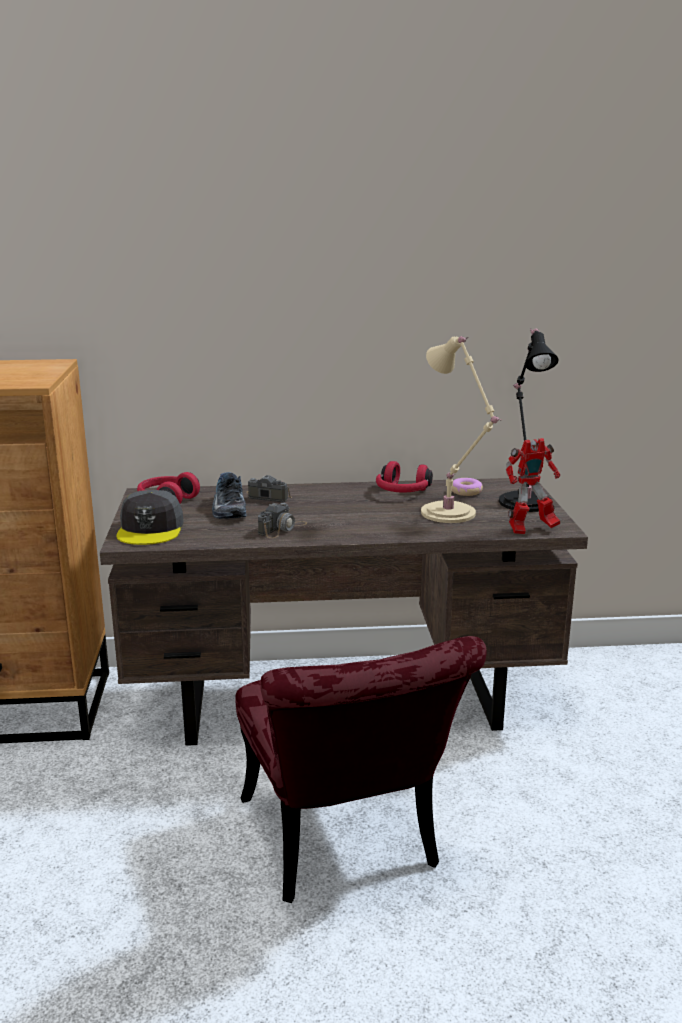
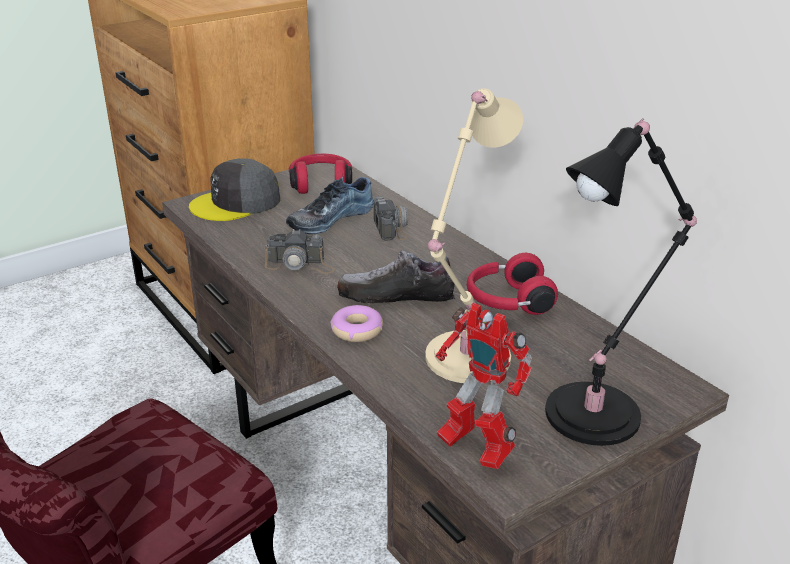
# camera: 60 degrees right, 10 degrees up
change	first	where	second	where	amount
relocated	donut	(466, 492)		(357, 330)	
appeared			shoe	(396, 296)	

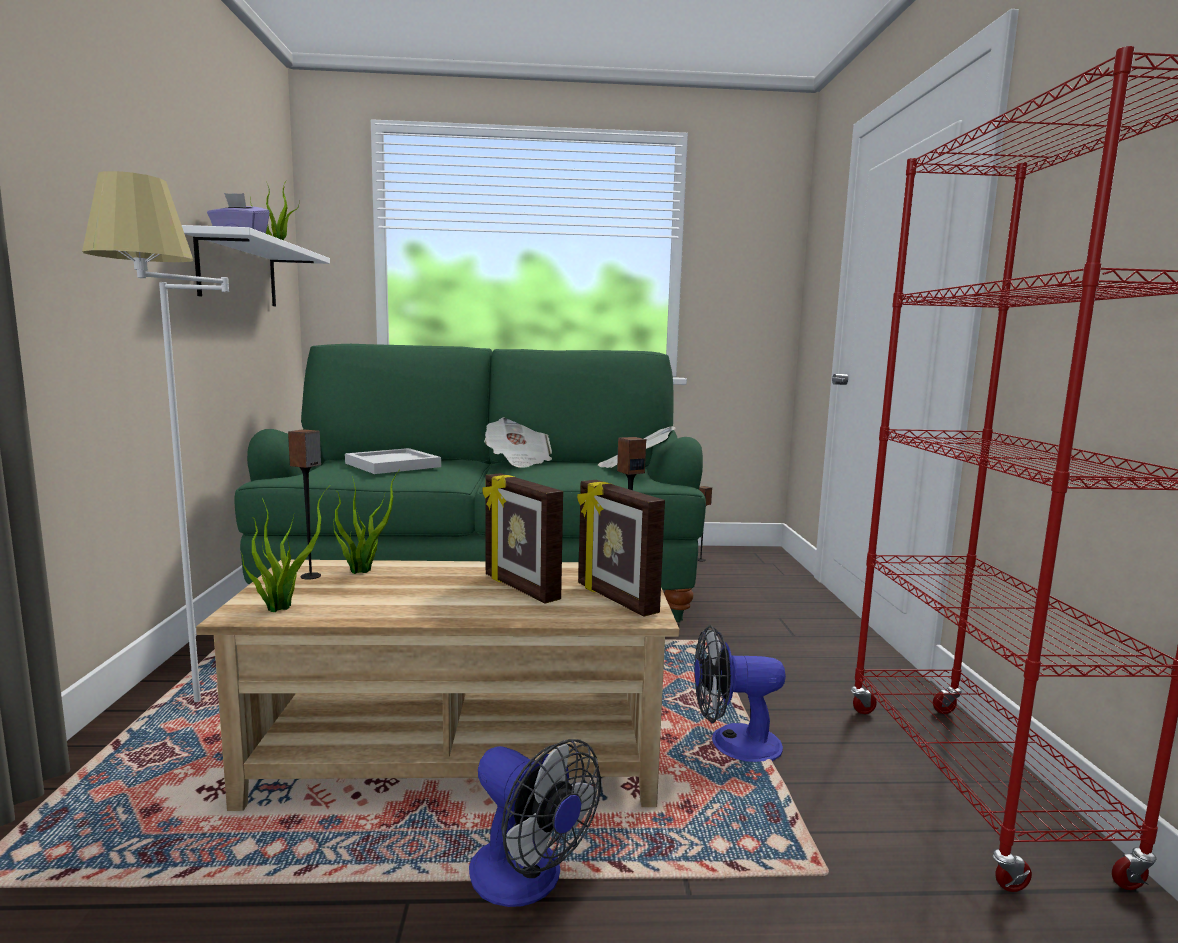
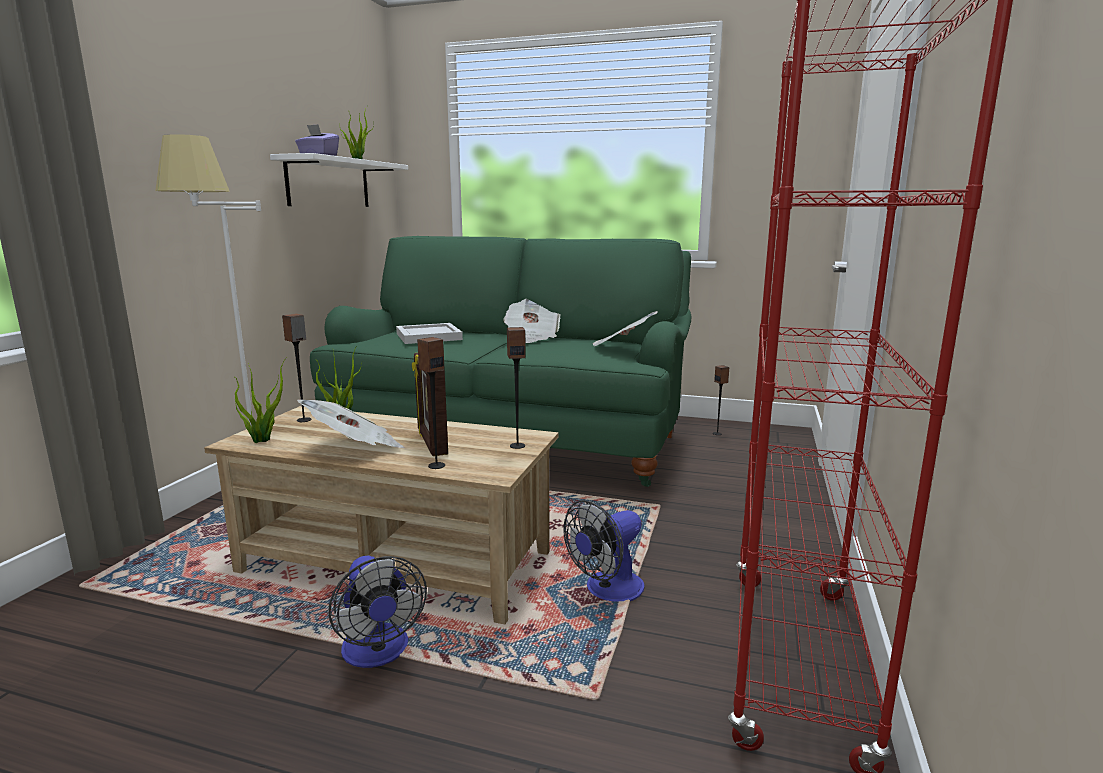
# camera: 20 degrees right, 5 degrees up
change	first	where	second	where	amount
appeared			newspaper	(355, 448)	
appeared			audio speaker	(436, 465)	
spun	cooling fan	(732, 744)		(607, 590)	60 degrees counterclockwise
missing	picture frame	(615, 599)			

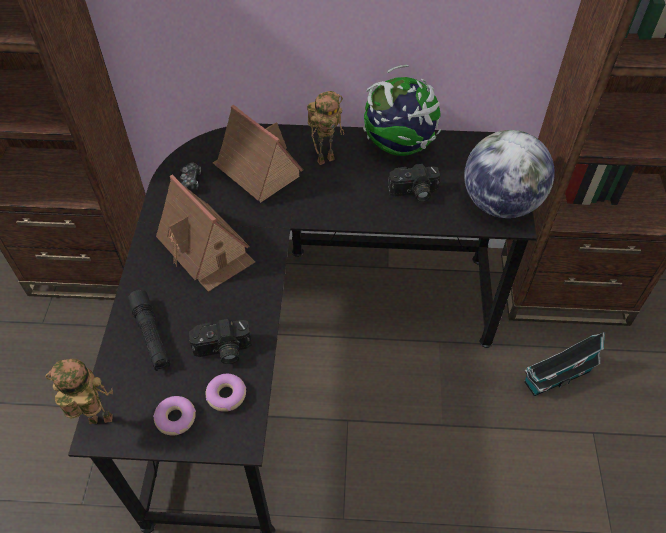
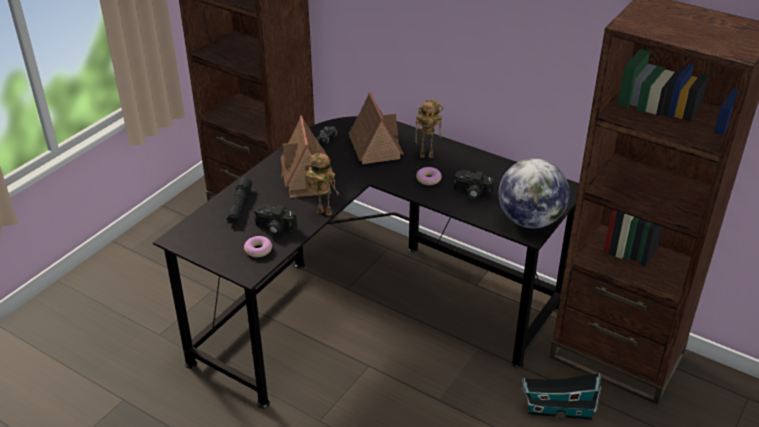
# camera: 30 degrees right, 15 degrees down
change	first	where	second	where	amount
relocated	model robot	(99, 422)		(322, 213)	
relocated	donut	(176, 418)		(428, 179)	
missing	globe	(399, 146)			

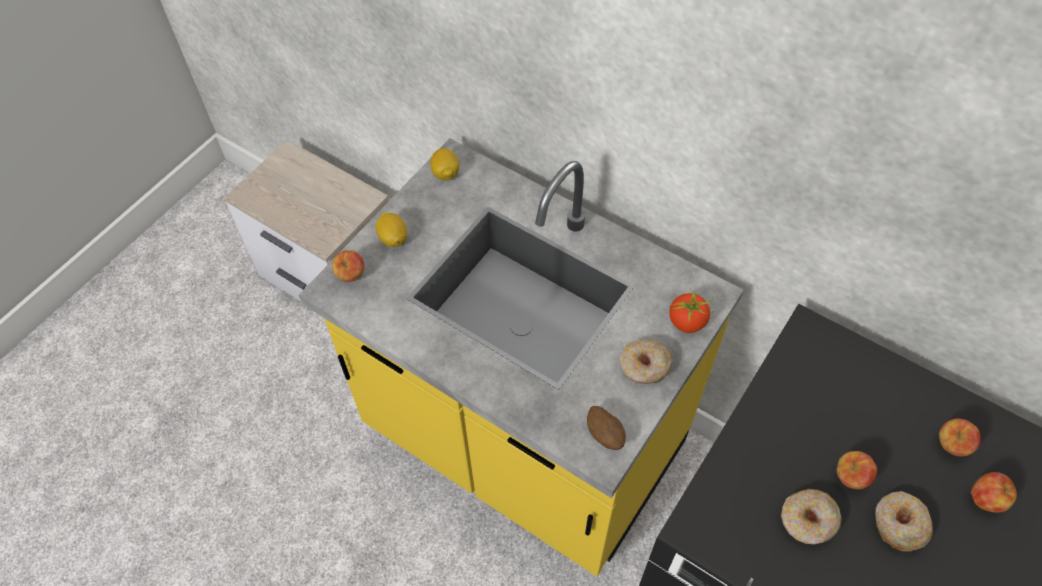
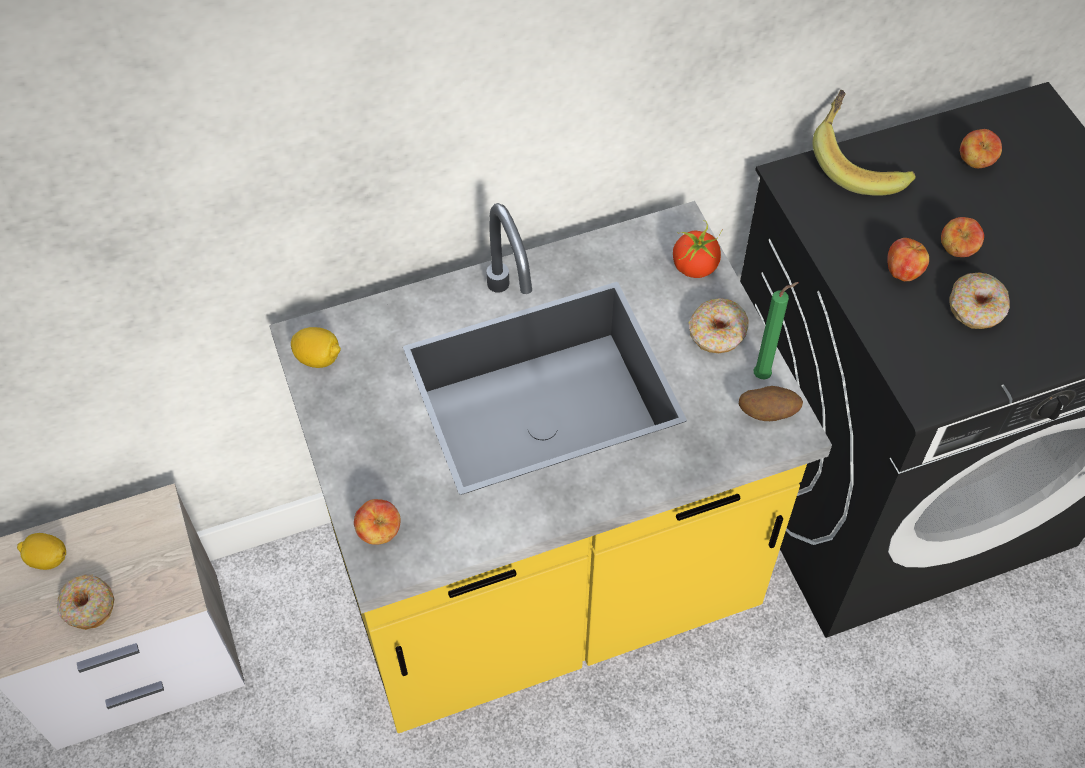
# camera: 55 degrees left, 0 degrees up
change	first	where	second	where	amount
relocated	whole lemon	(393, 238)		(48, 559)	
relocated	donut	(898, 524)		(88, 606)	
appeared			greenish wax light	(764, 375)	
appeared			banana	(858, 162)	
relocated	apple	(985, 499)		(902, 272)	

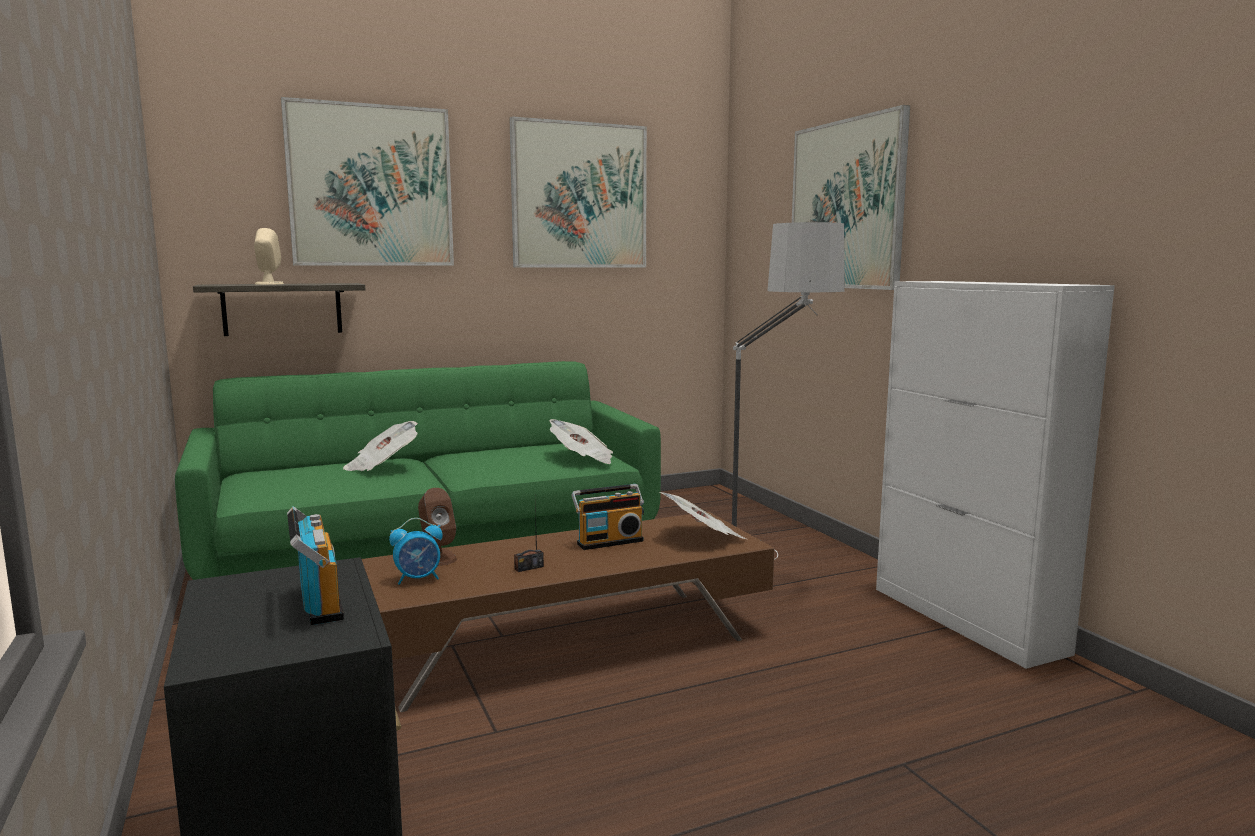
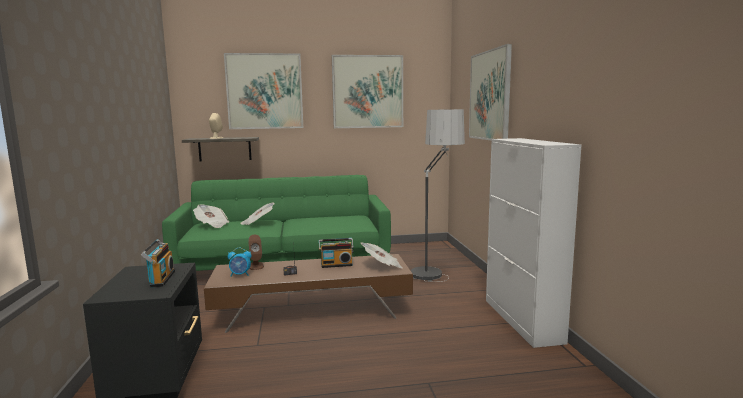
# camera: 15 degrees right, 0 degrees up
change	first	where	second	where	amount
relocated	newspaper	(582, 459)		(212, 225)	

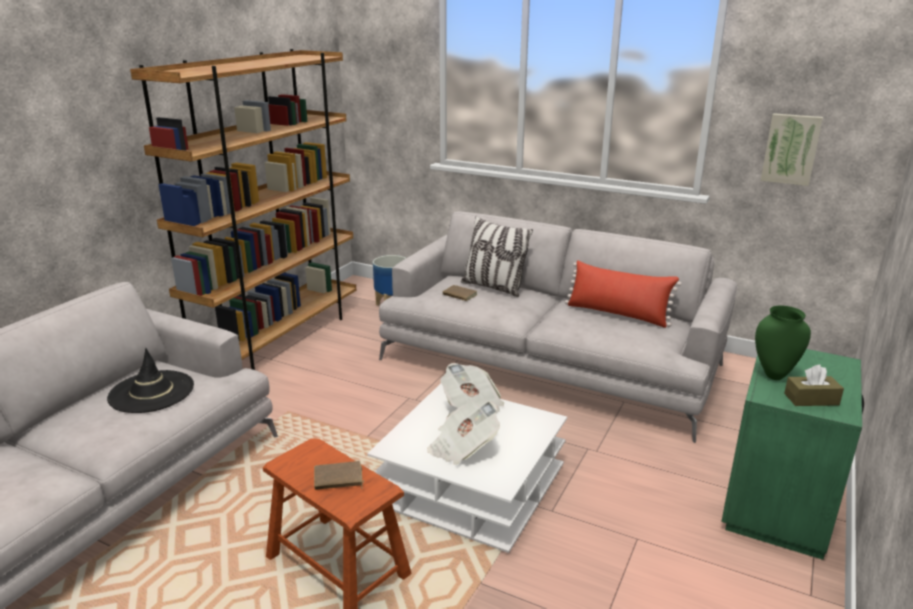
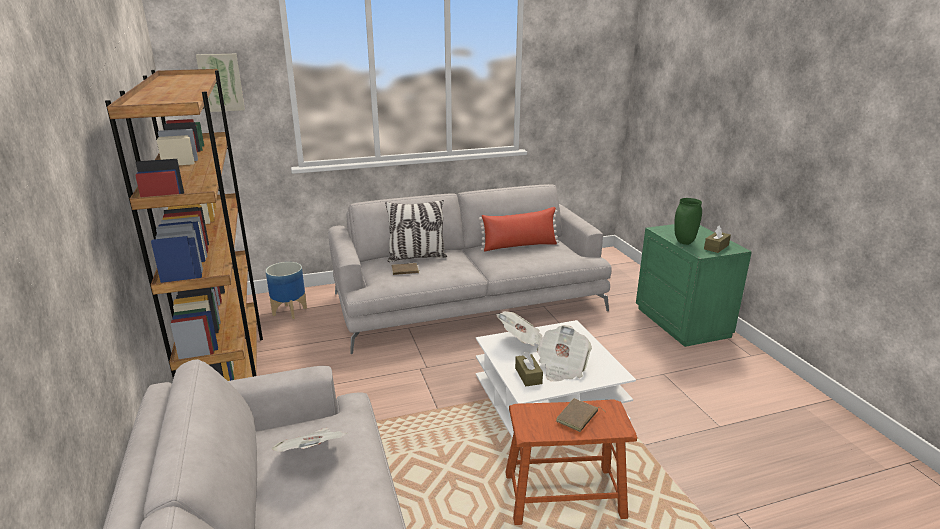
# camera: 45 degrees left, 0 degrees up
change	first	where	second	where	amount
relocated	picture	(791, 149)		(221, 82)	
exchanged	blackish hat	(151, 392)	newspaper	(313, 454)	
appeared			brownish tissue holder	(528, 376)	

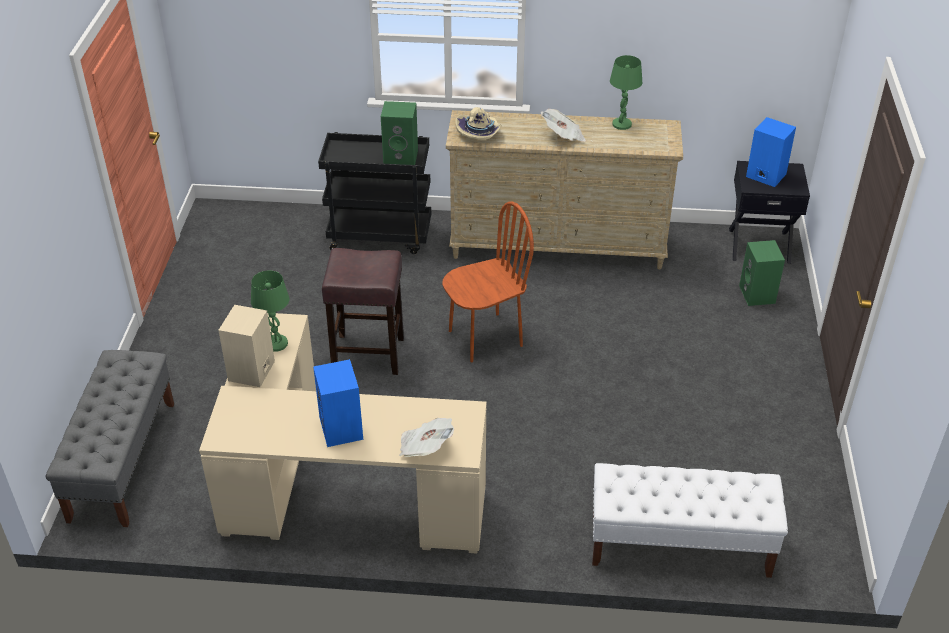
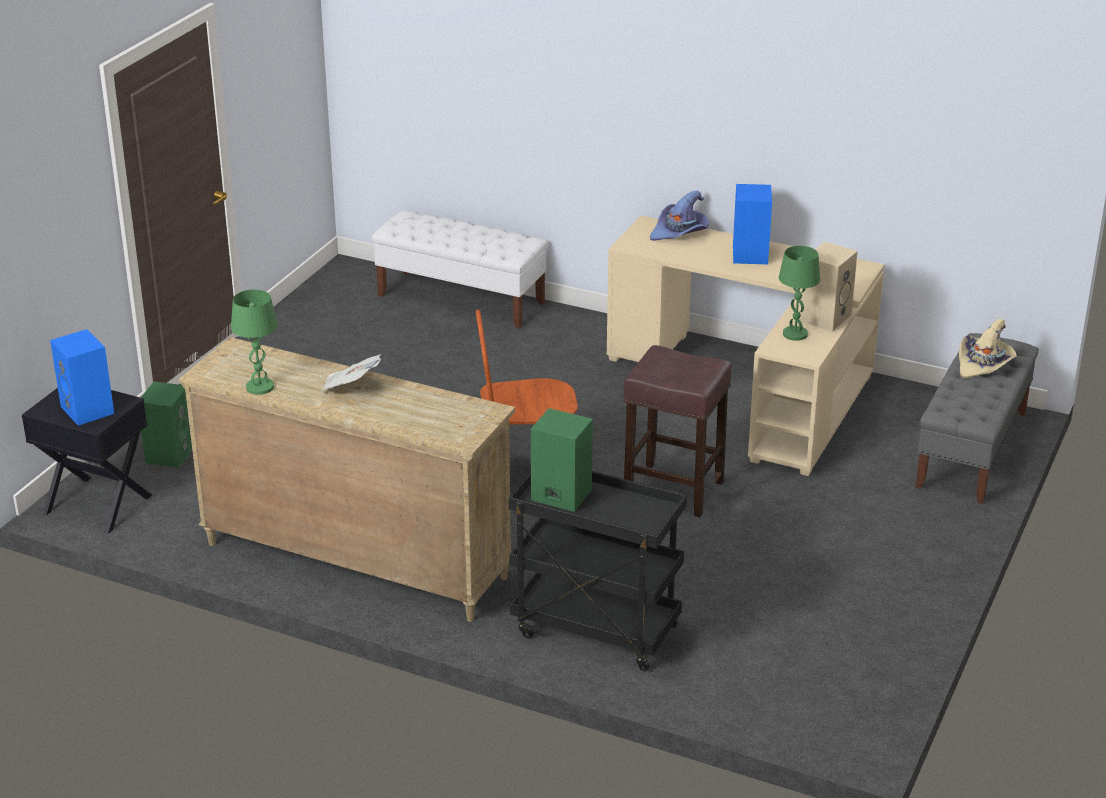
# camera: 160 degrees left, 10 degrees down
change	first	where	second	where	amount
exchanged	newspaper	(425, 447)	purplish hat	(680, 232)	
relocated	beige-coloured hat	(479, 133)		(984, 364)	

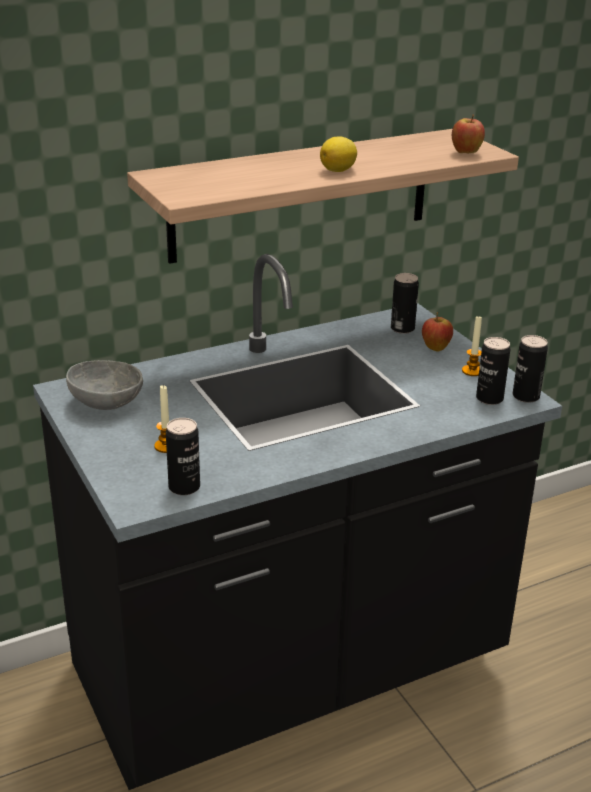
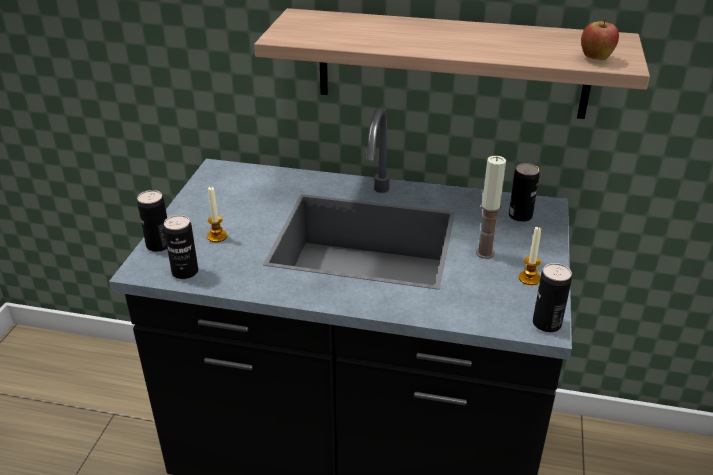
# camera: 40 degrees right, 5 degrees up
change	first	where	second	where	amount
relocated	sealed can	(489, 398)		(159, 245)	
appeared			wax light	(485, 253)	
missing	greyish serving bowl	(106, 401)			
missing	whole lemon	(338, 170)			
missing	apple	(435, 348)			

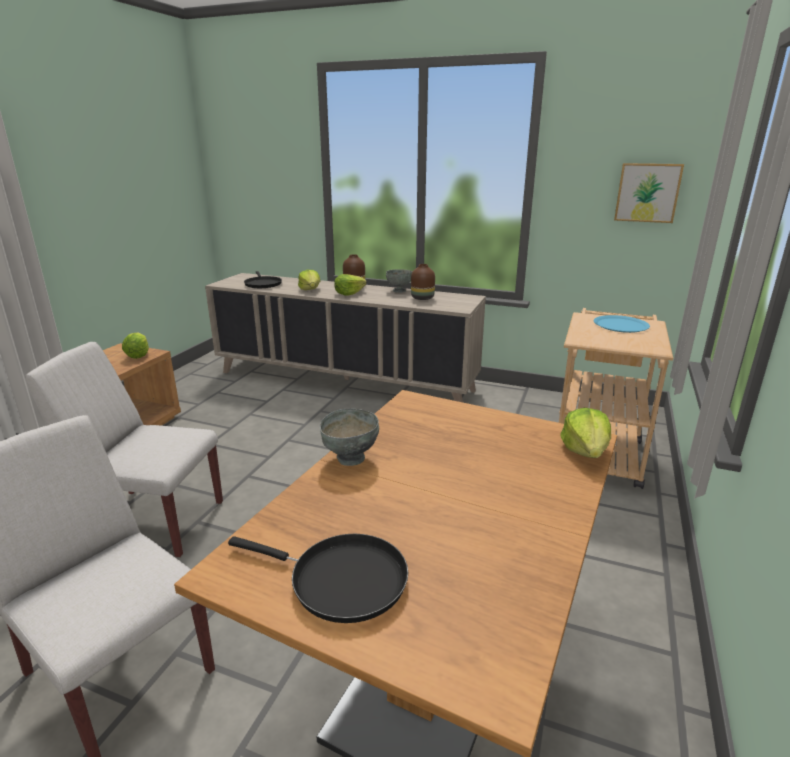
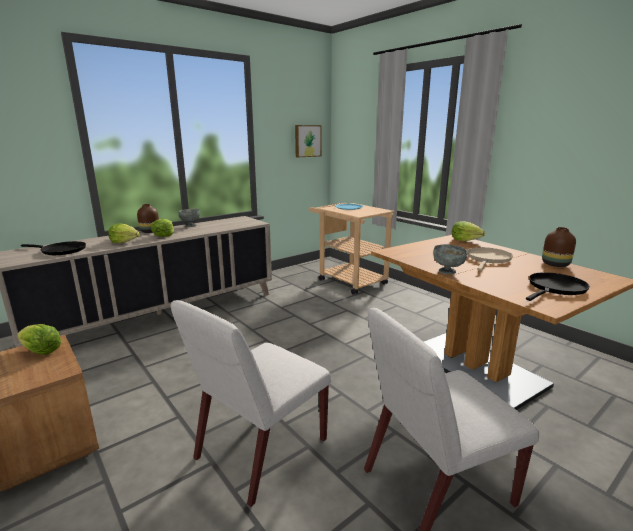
# camera: 60 degrees left, 5 degrees down
change	first	where	second	where	amount
appeared			beige-coloured pan	(488, 259)	
relocated	brownish flower vase	(422, 298)		(556, 264)	

